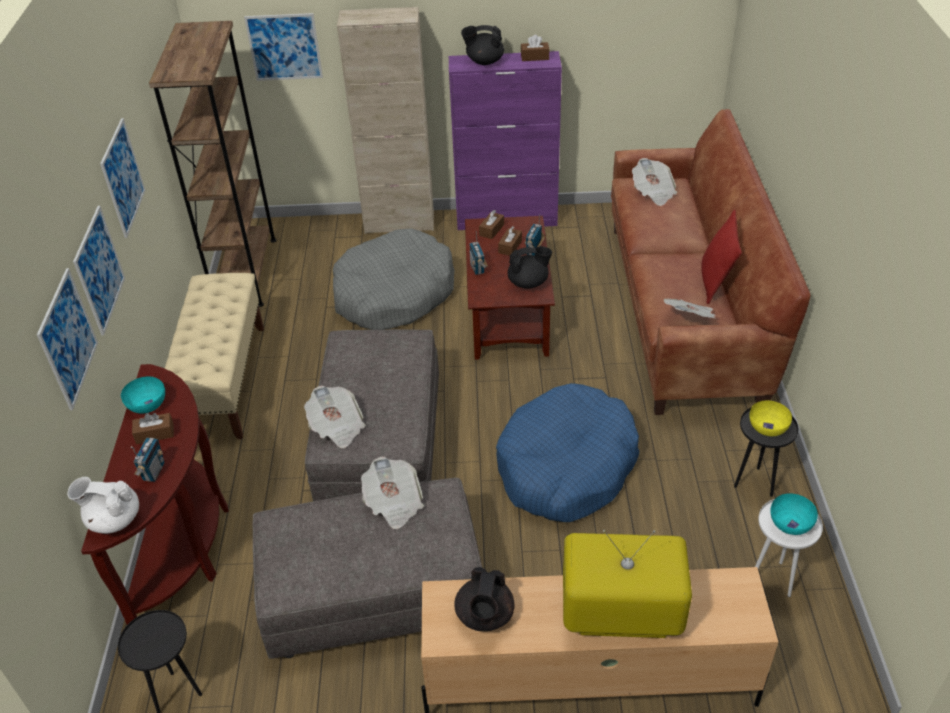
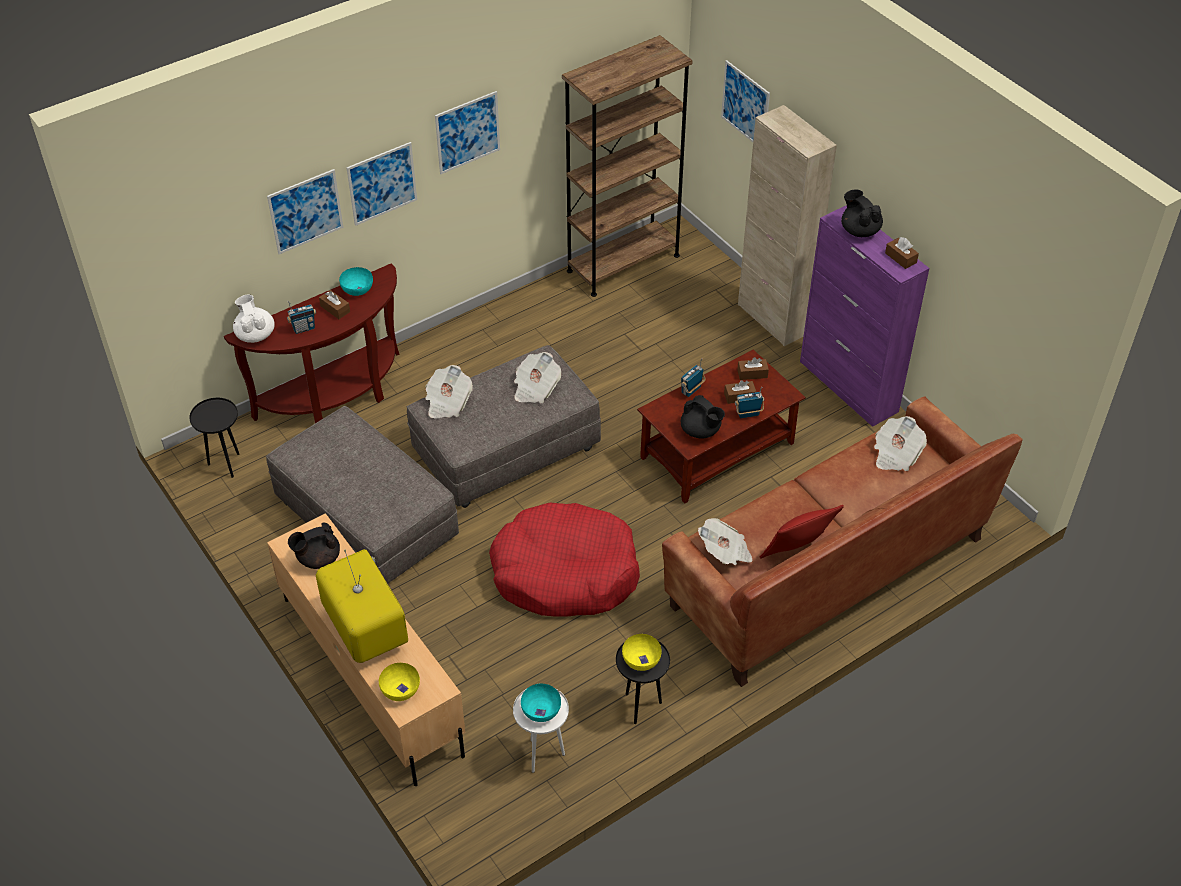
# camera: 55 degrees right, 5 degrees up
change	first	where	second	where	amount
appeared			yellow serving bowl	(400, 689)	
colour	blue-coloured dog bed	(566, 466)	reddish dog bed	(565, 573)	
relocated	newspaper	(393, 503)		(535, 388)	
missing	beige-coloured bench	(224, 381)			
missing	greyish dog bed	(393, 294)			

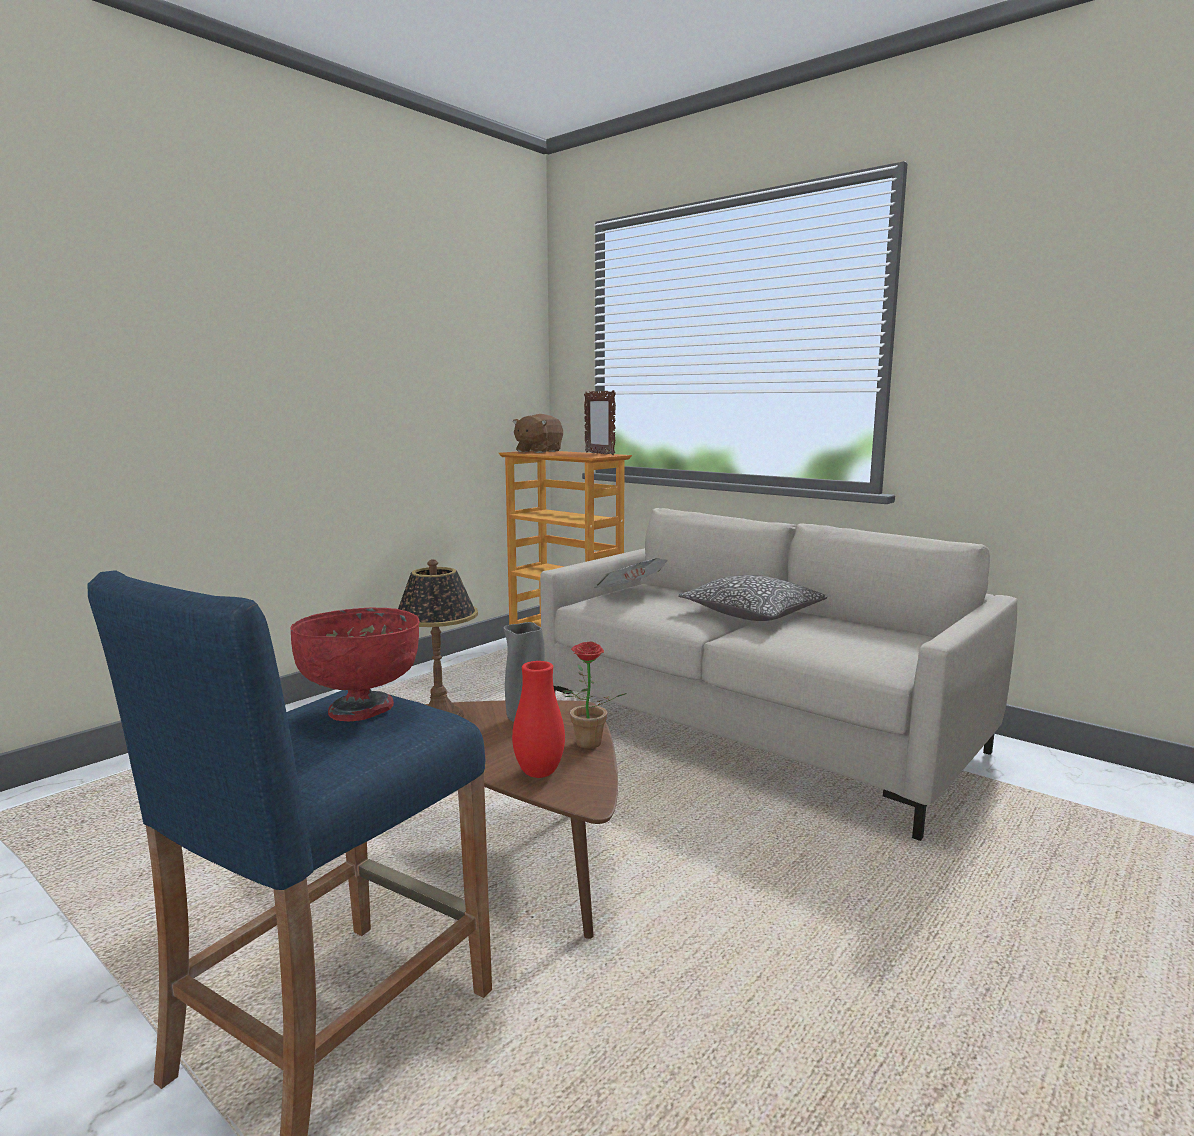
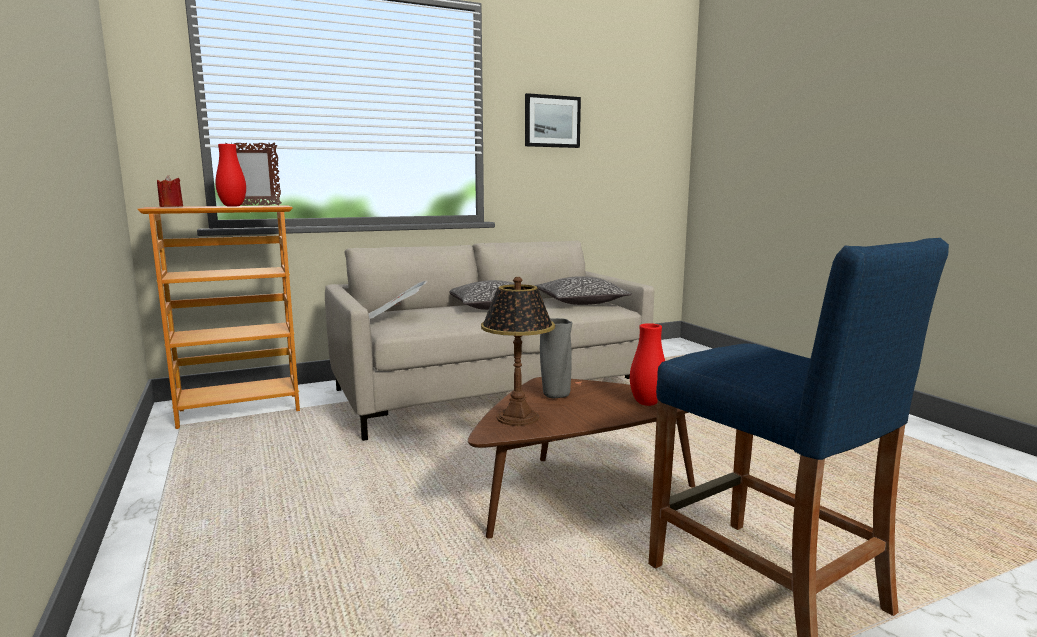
# camera: 65 degrees left, 0 degrees up
change	first	where	second	where	amount
exchanged	brownish plush toy	(538, 451)	reddish wax light	(171, 207)	
appeared			reddish flower vase	(233, 206)	
appeared			picture	(552, 121)	
appeared			cushion	(580, 302)	
missing	reddish serving bowl	(361, 710)			
missing	houseplant	(587, 745)			

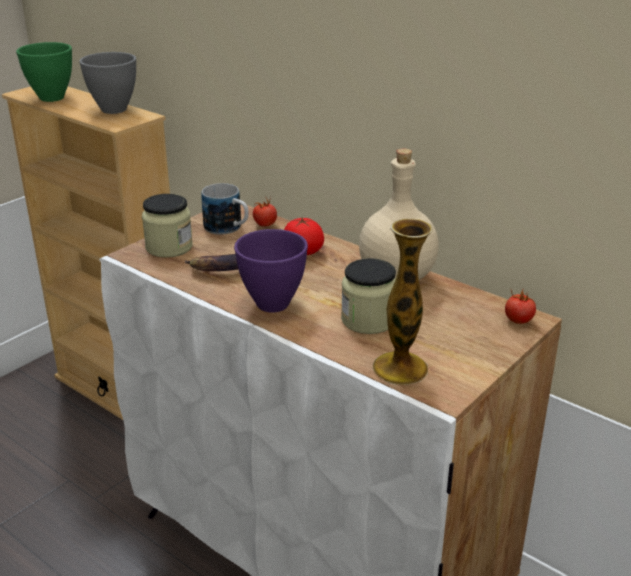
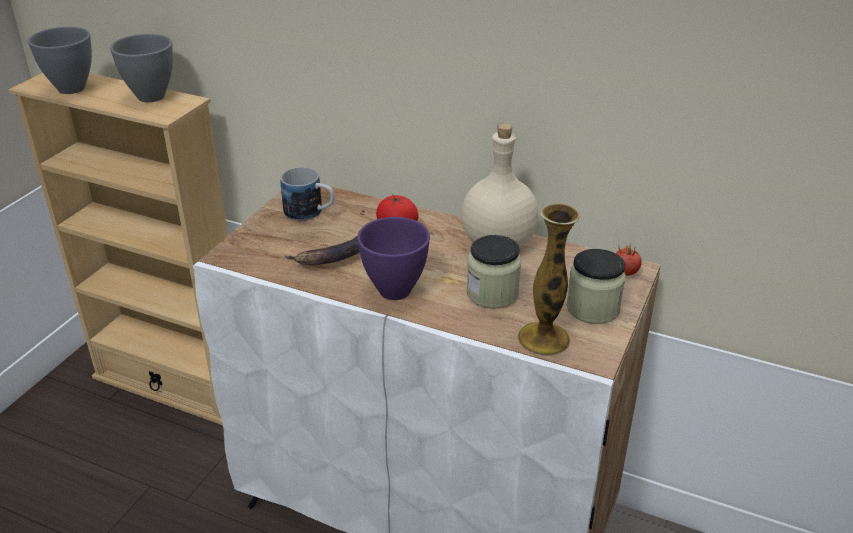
# camera: 15 degrees left, 5 degrees up
change	first	where	second	where	amount
colour	greenish serving bowl	(51, 97)	greyish serving bowl	(70, 88)	
relocated	jar	(169, 247)		(593, 308)	
missing	whole tomato	(265, 224)			

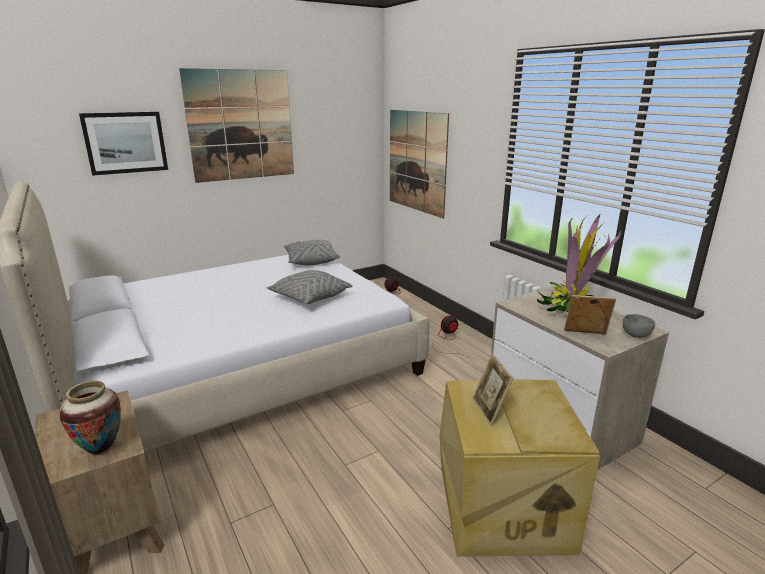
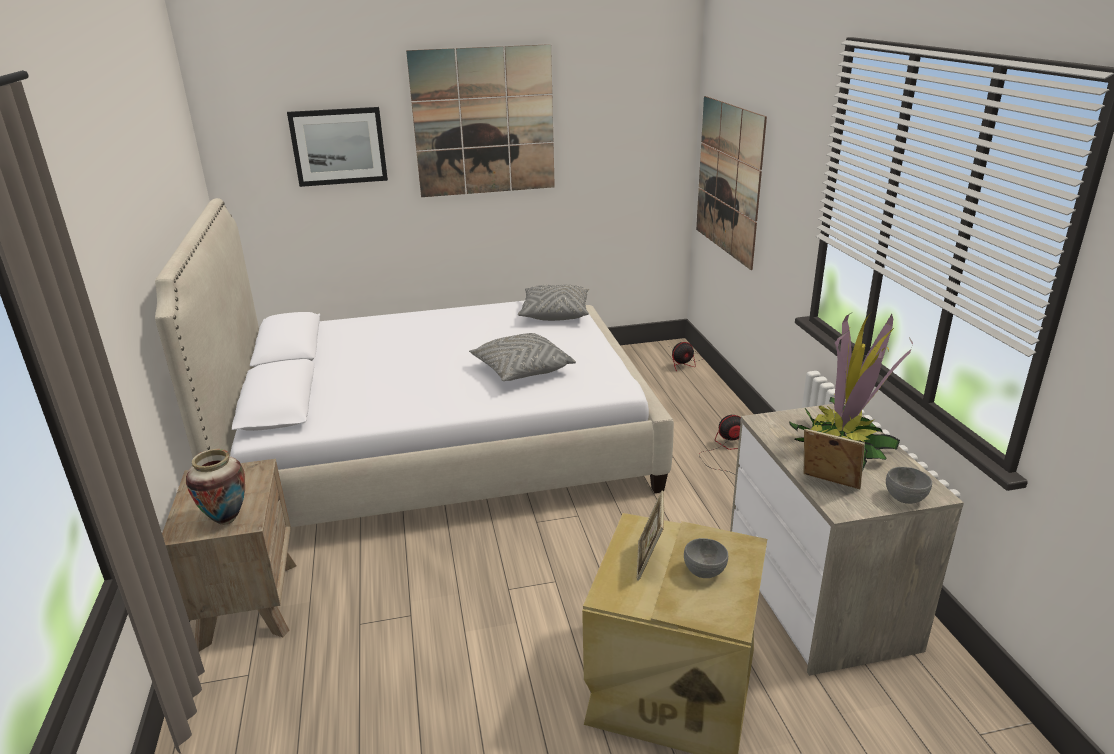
# camera: 20 degrees right, 5 degrees up
change	first	where	second	where	amount
appeared			greyish serving bowl	(703, 572)	

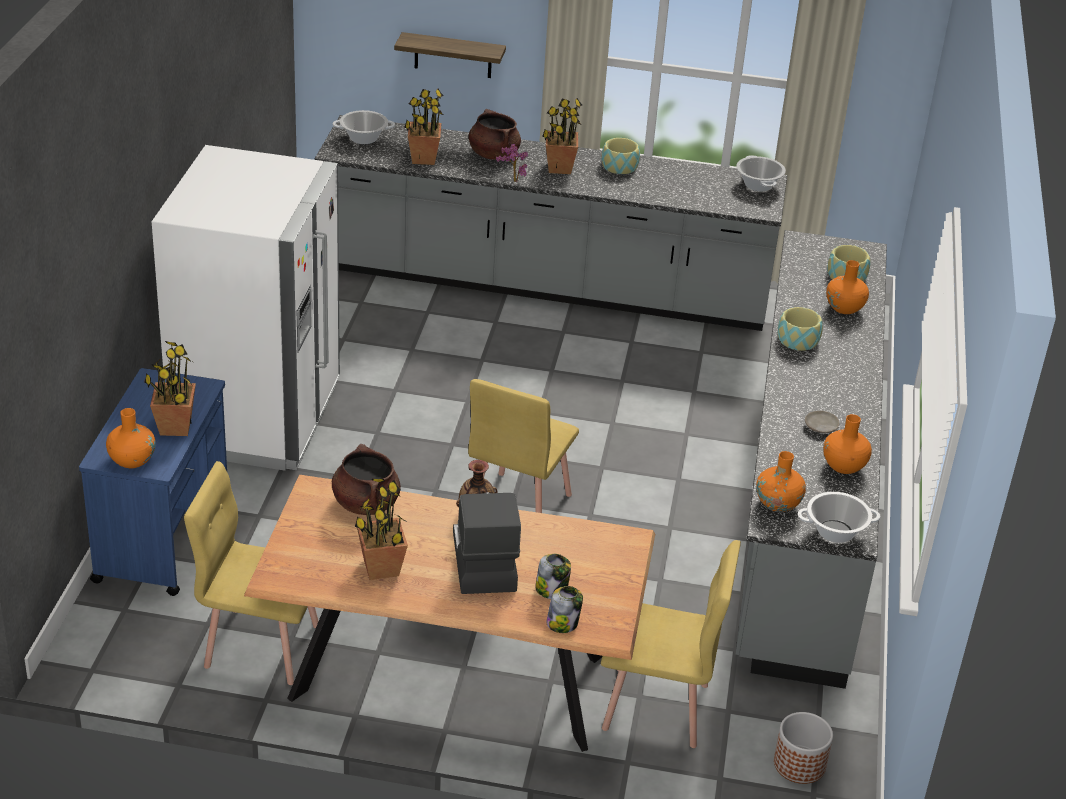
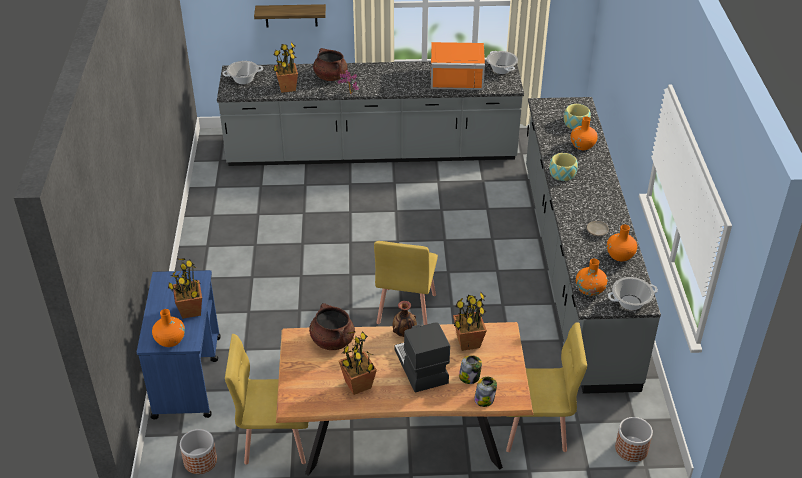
# camera: 10 degrees left, 5 degrees up
change	first	where	second	where	amount
appeared			flower pot	(200, 461)	
appeared			orange-coloured microwave oven	(457, 77)	
relocated	houseplant	(559, 168)		(468, 342)	
missing	white kitchen fridge	(257, 418)			
missing	serving bowl	(619, 166)			

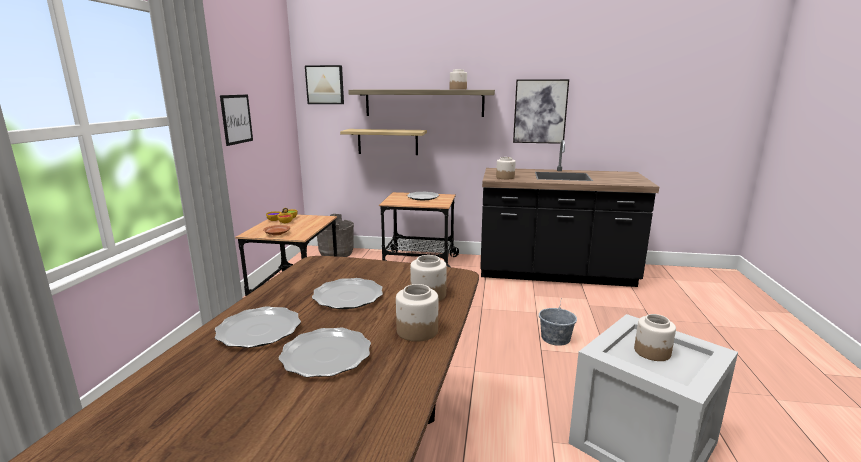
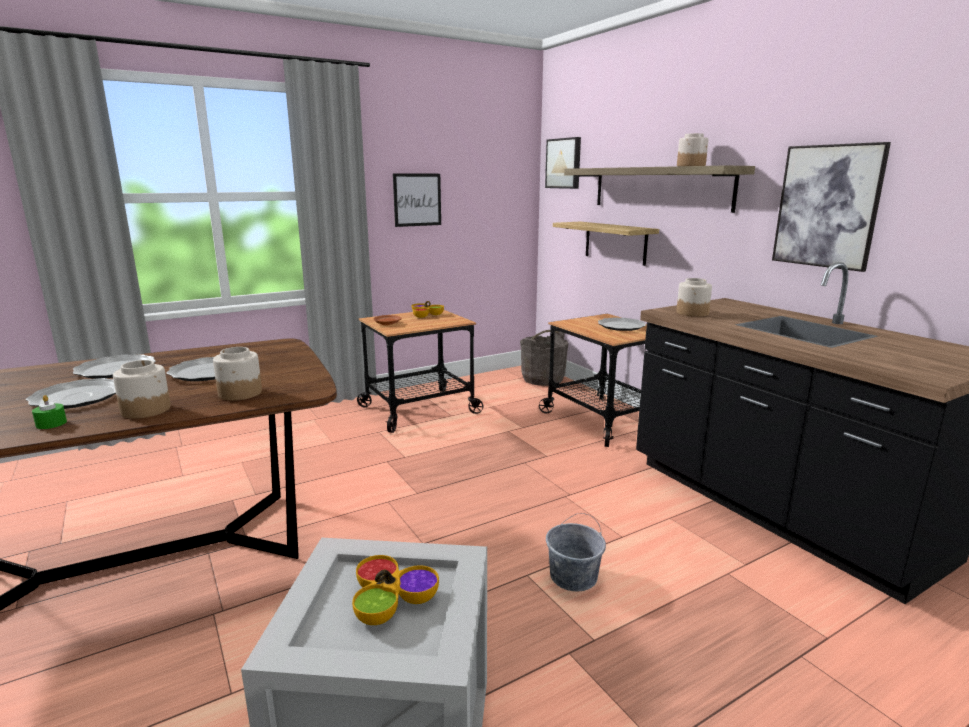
# camera: 50 degrees right, 0 degrees up
change	first	where	second	where	amount
appeared			greenish wax light	(51, 423)	
exchanged	jar	(652, 352)	serving bowl	(391, 599)	

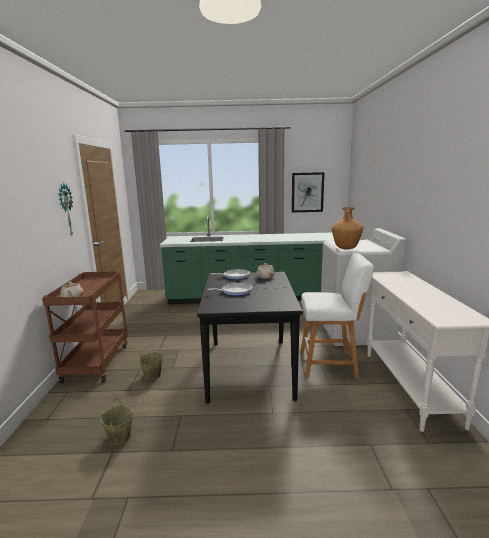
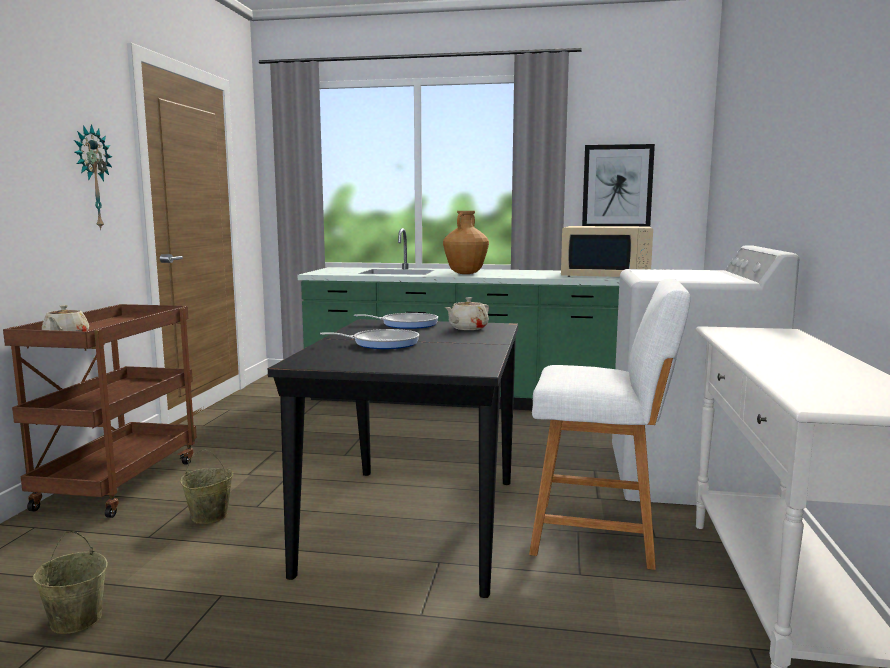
# camera: 10 degrees right, 5 degrees down
change	first	where	second	where	amount
relocated	brownish flower vase	(346, 248)		(466, 273)	
appeared			beige-coloured microwave oven	(607, 274)	

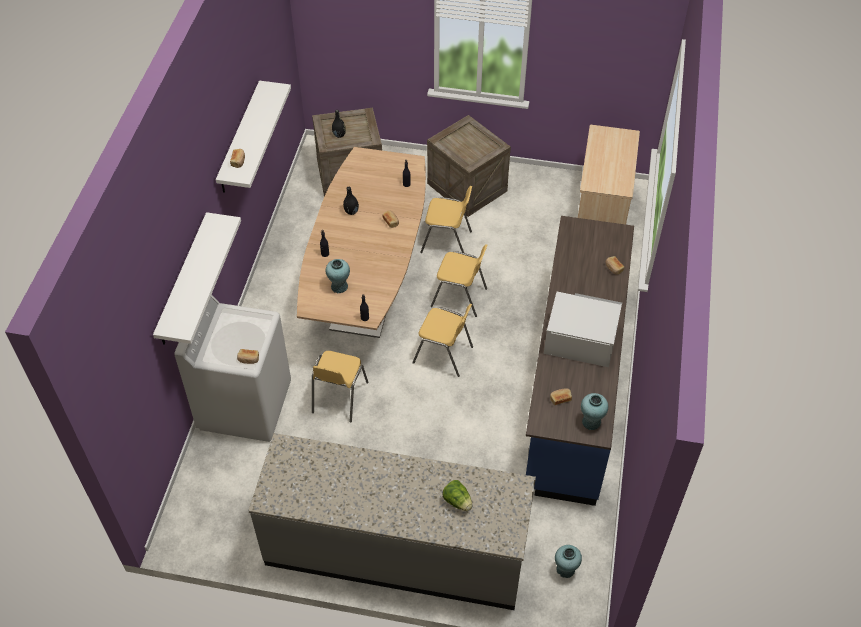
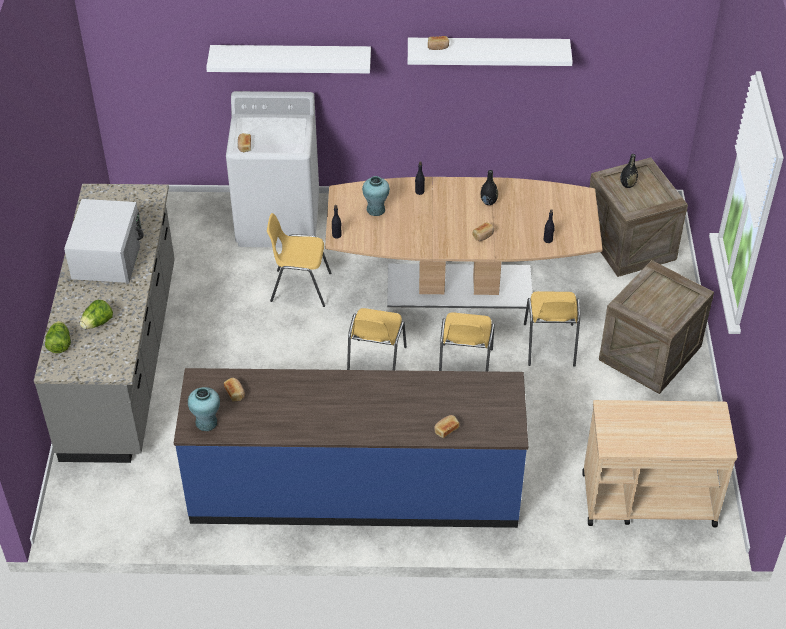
# camera: 80 degrees right, 5 degrees down
change	first	where	second	where	amount
appeared			lettuce	(59, 344)	
relocated	white microwave oven	(580, 340)		(108, 255)	
missing	turquoise-coloured flower vase	(565, 569)			

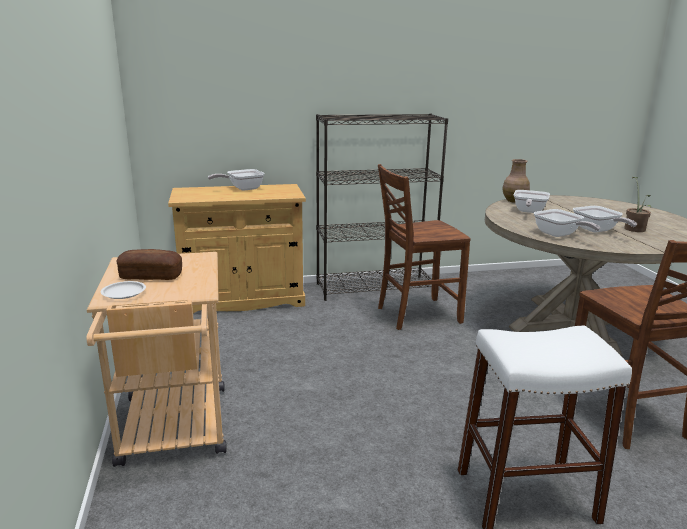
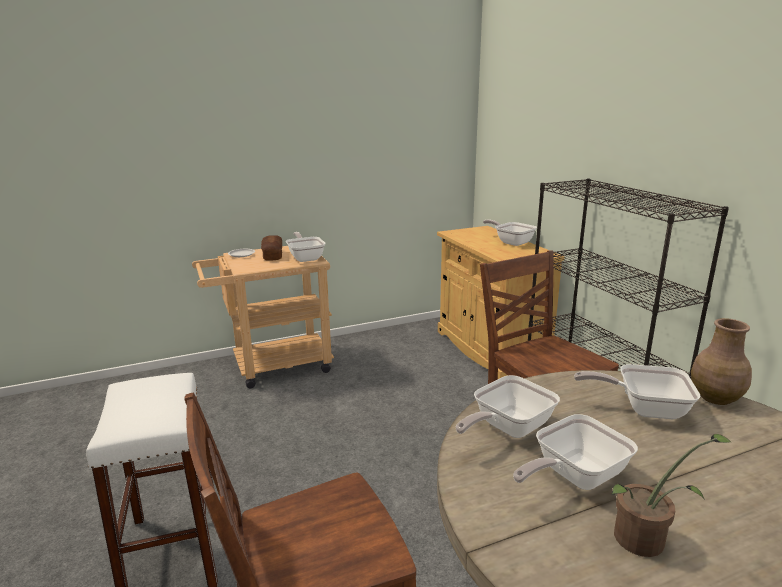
# camera: 80 degrees right, 0 degrees up
change	first	where	second	where	amount
appeared			pan	(305, 257)	

